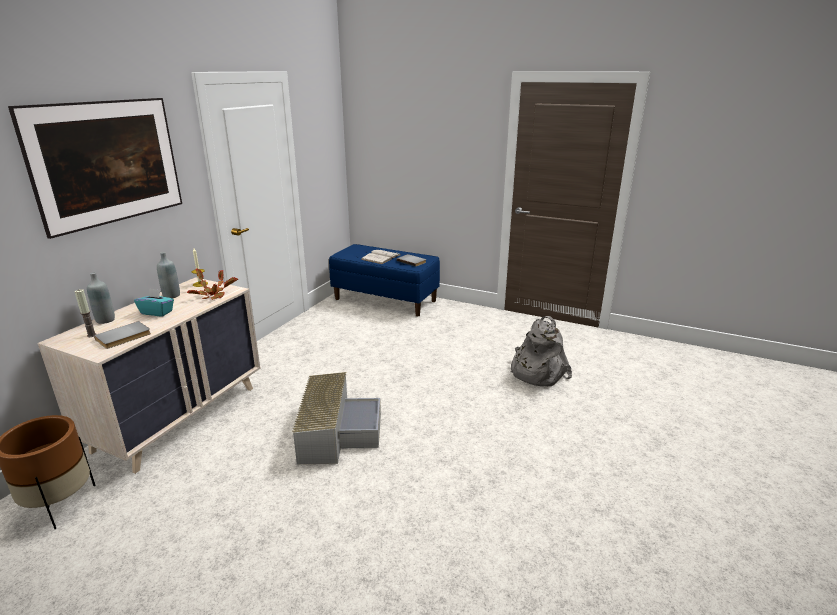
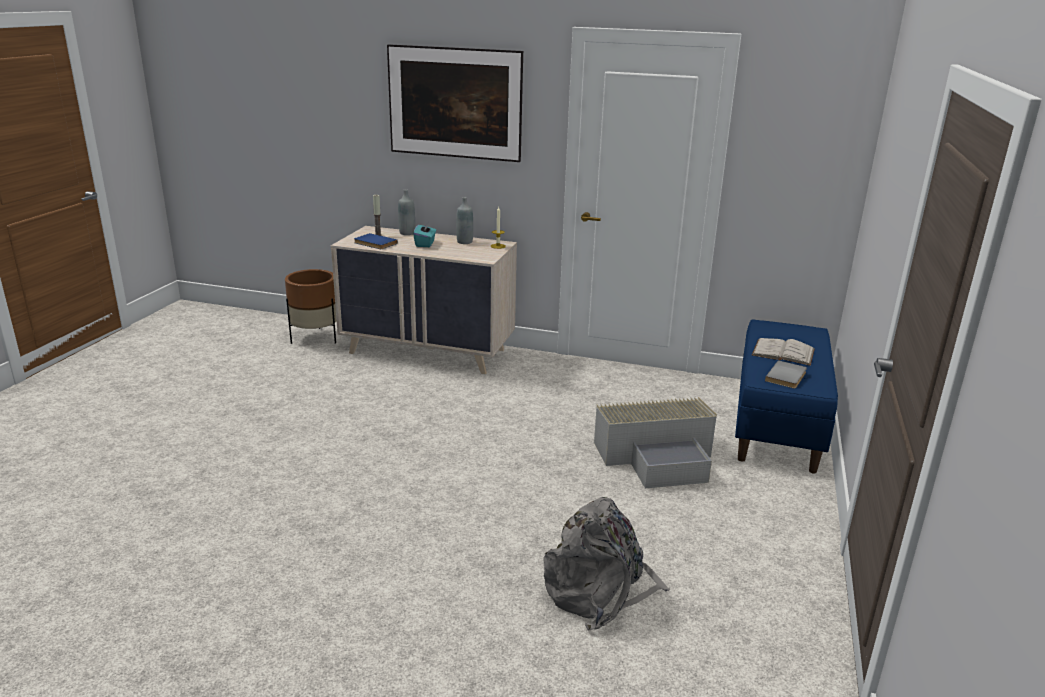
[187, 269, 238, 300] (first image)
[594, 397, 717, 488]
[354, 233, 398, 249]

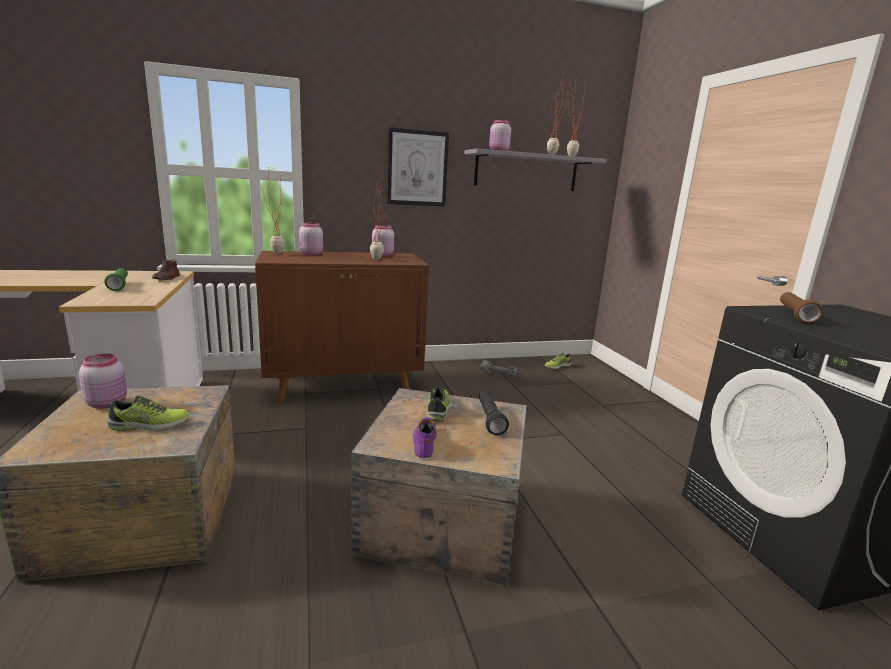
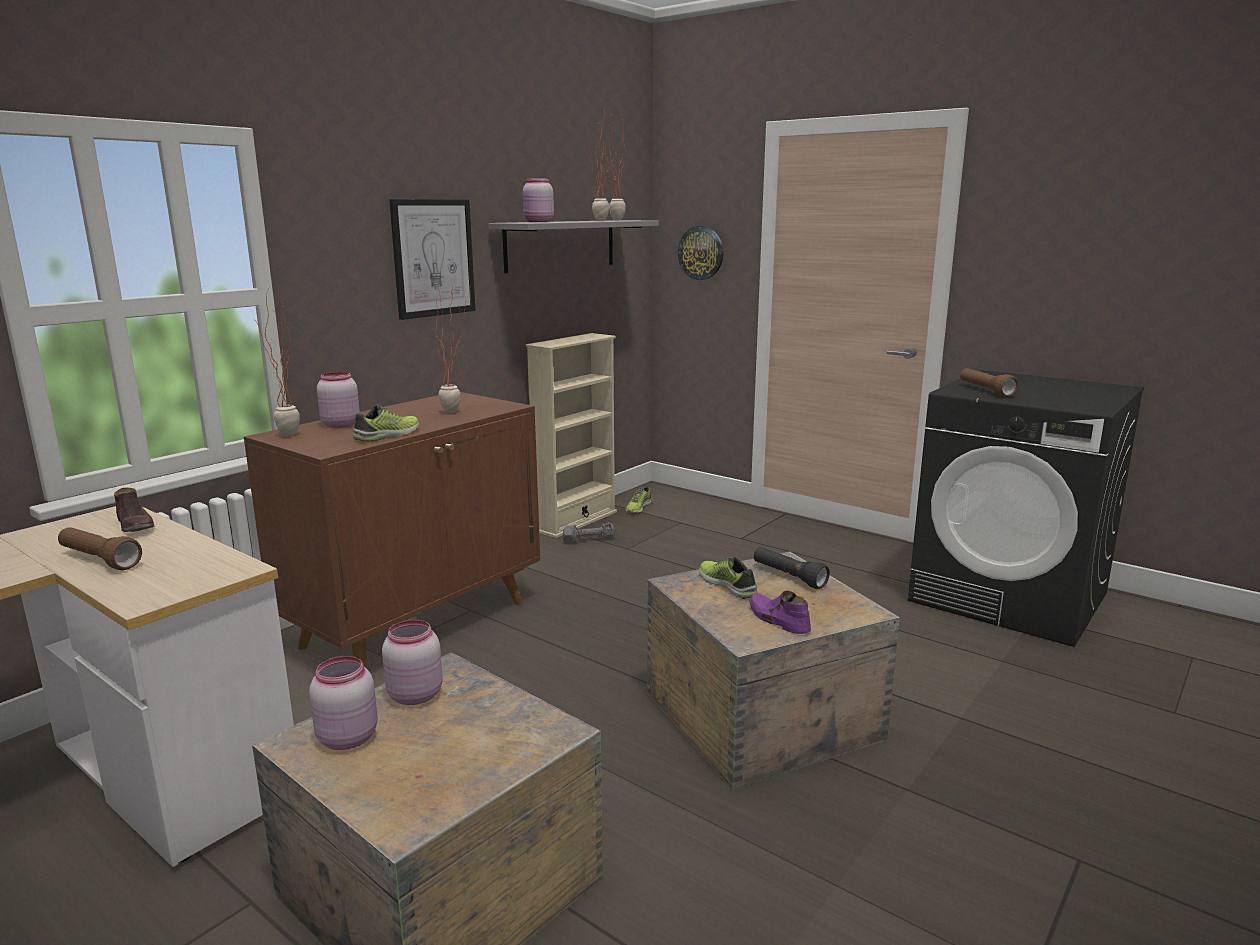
[526, 333, 617, 538]
[678, 226, 724, 280]
[353, 405, 419, 441]
[382, 619, 443, 705]
[58, 527, 142, 570]

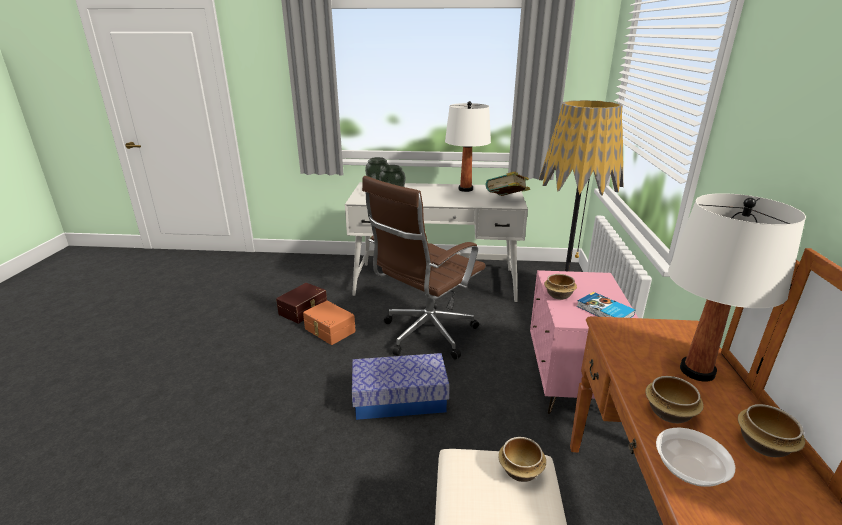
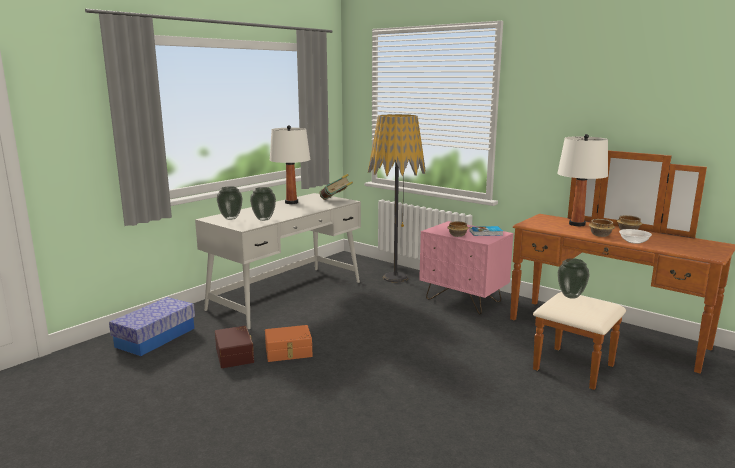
[362, 176, 486, 360] (first image)
[109, 297, 195, 356]
[558, 258, 590, 299]

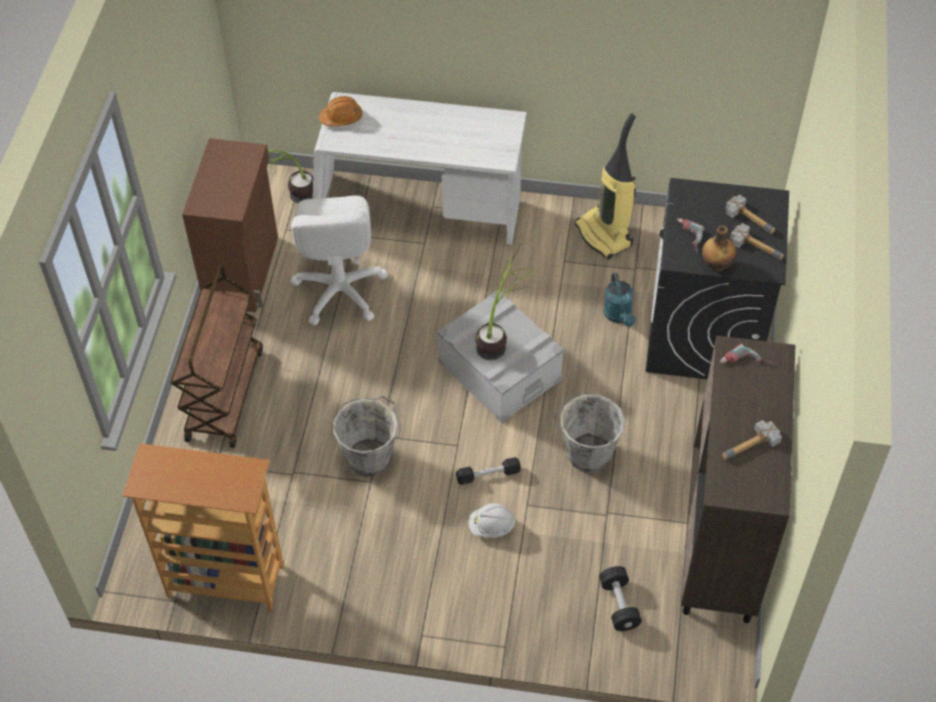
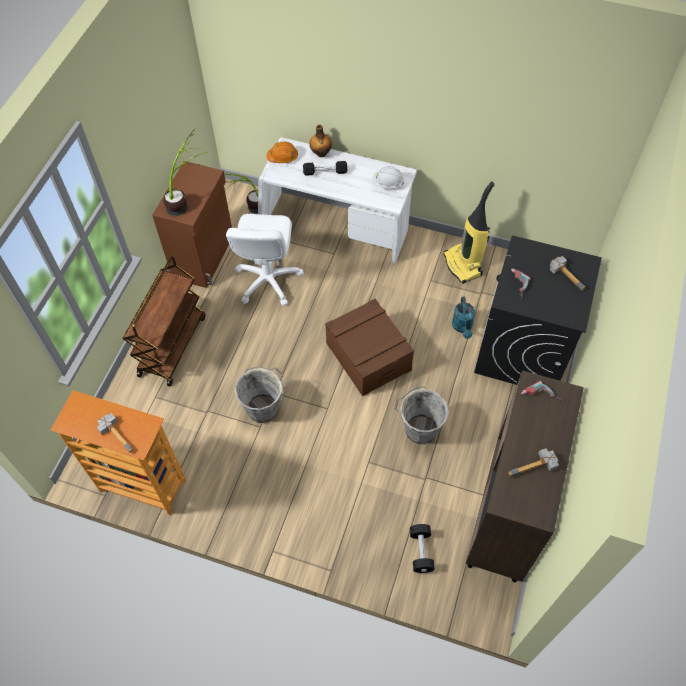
[303, 161, 347, 176]
[372, 166, 404, 189]
[163, 128, 208, 216]
[309, 125, 332, 157]
[96, 413, 133, 453]
[325, 299, 414, 396]

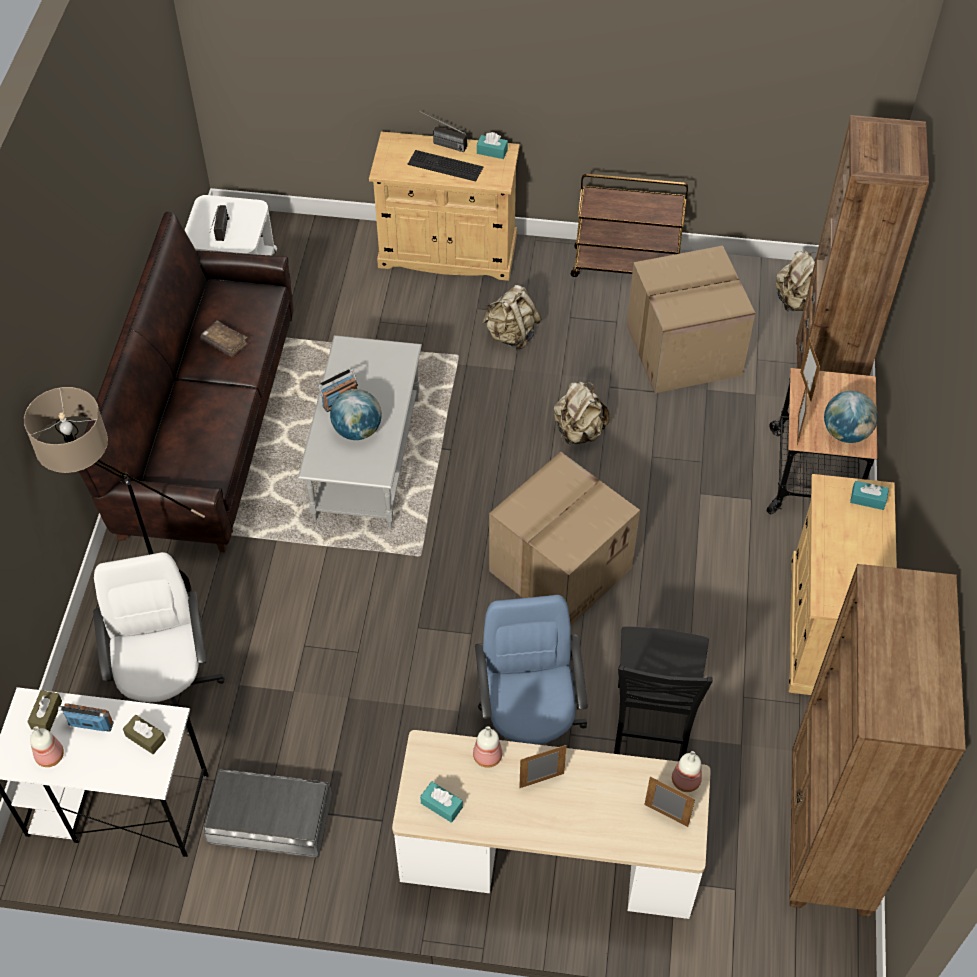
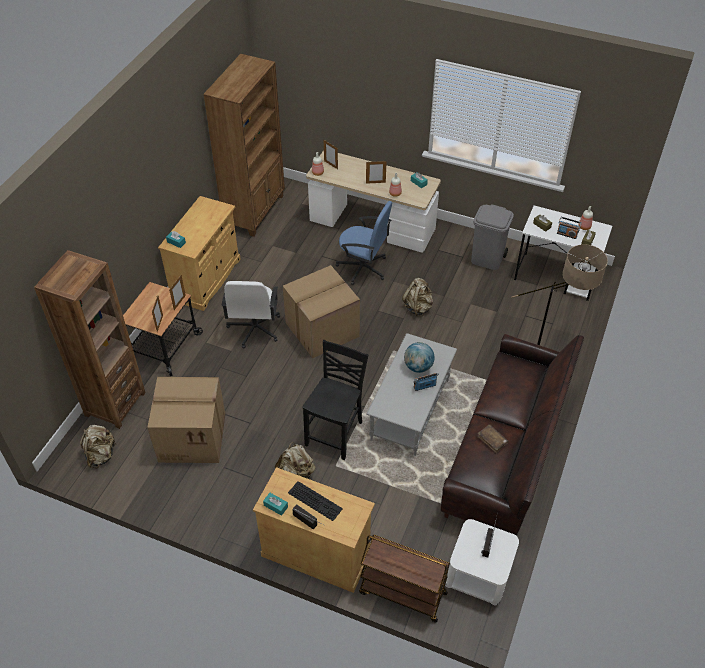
[824, 391, 878, 443] (first image)
[222, 281, 280, 349]
[402, 278, 433, 316]
[359, 535, 450, 622]
[302, 340, 368, 460]
[471, 204, 514, 270]
[336, 201, 392, 285]

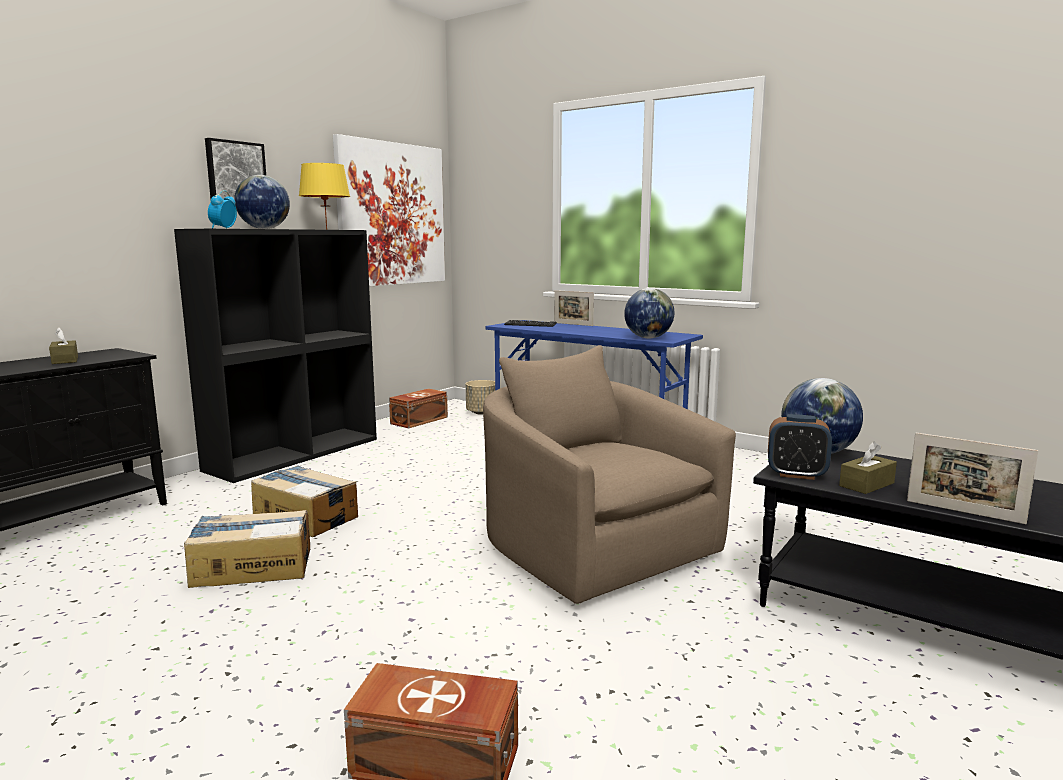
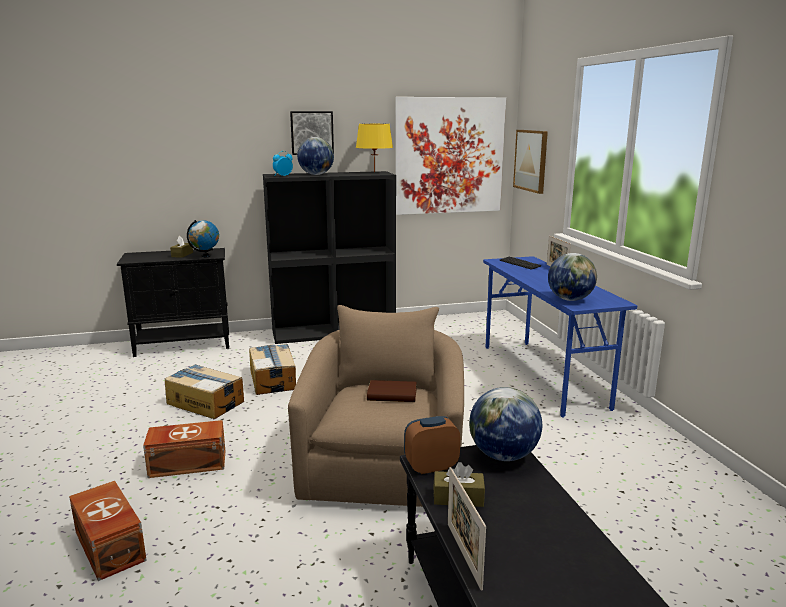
[466, 380, 495, 415] (first image)
[187, 220, 219, 258]
[367, 380, 417, 402]
[513, 130, 548, 194]
[143, 420, 225, 478]
[404, 416, 460, 474]

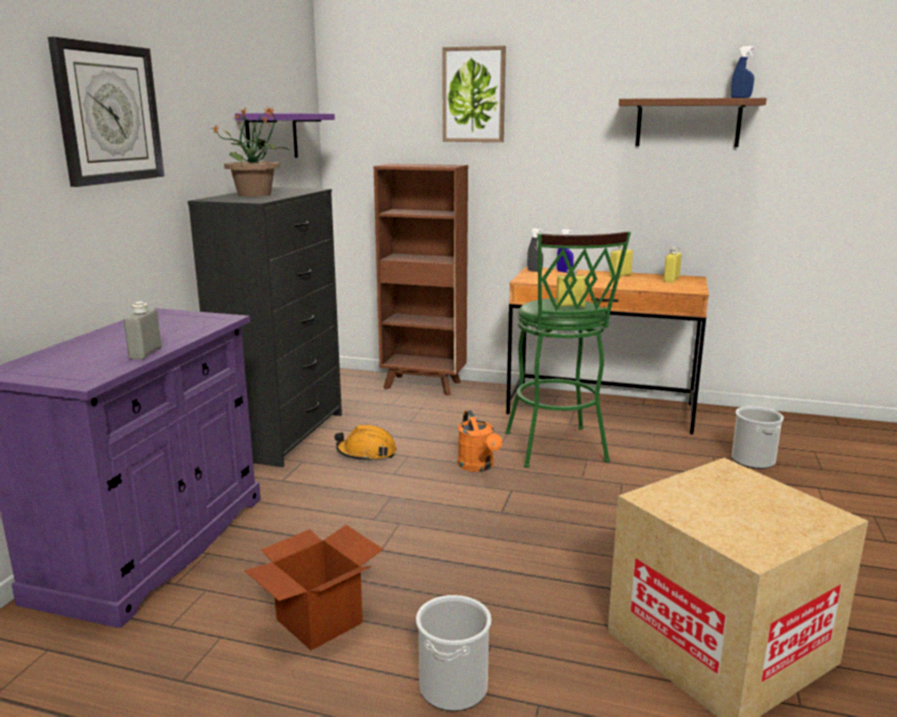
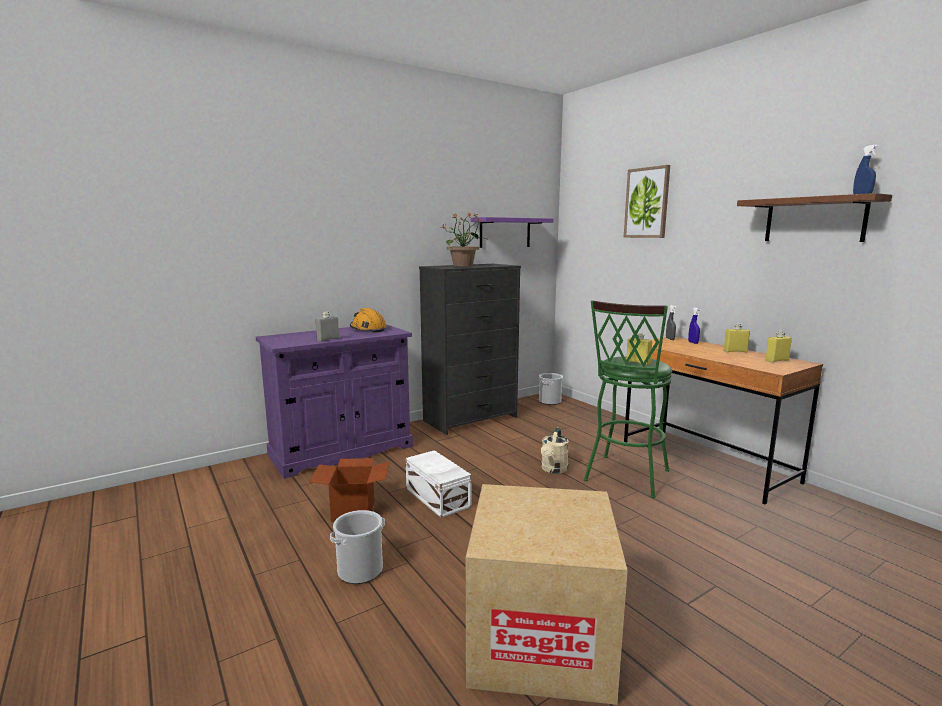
[48, 37, 164, 187] (first image)
[374, 164, 468, 396] (first image)
[406, 450, 471, 518]
[350, 308, 387, 333]
[539, 373, 563, 405]
[541, 428, 569, 474]

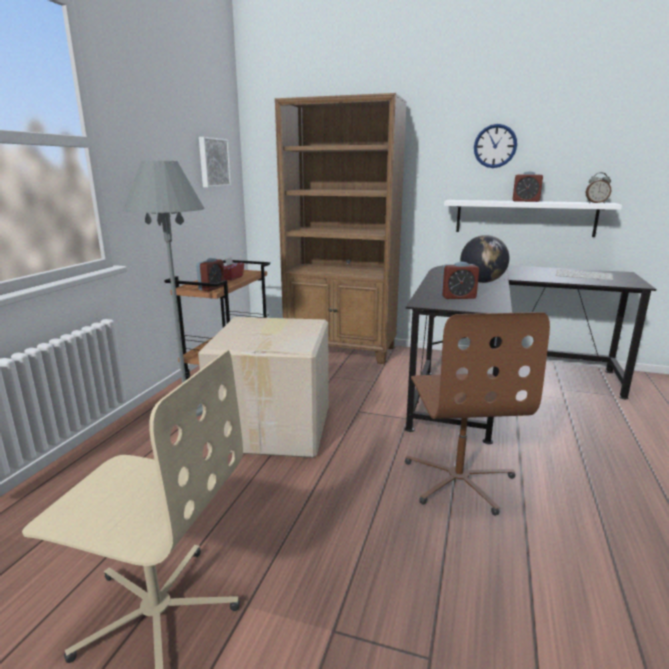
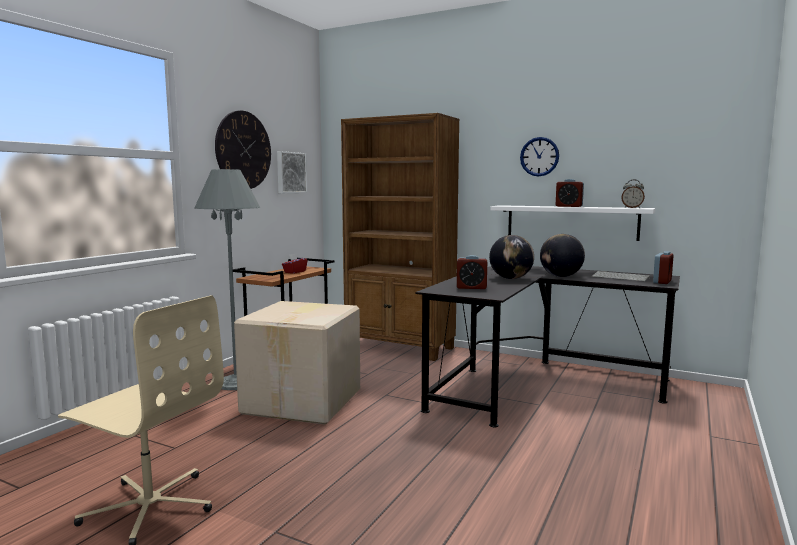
[405, 312, 550, 516] (first image)
[215, 111, 271, 189]
[540, 234, 585, 277]
[653, 251, 674, 284]

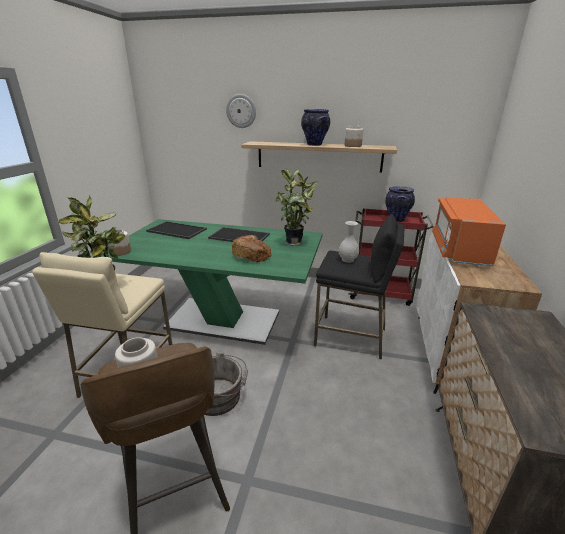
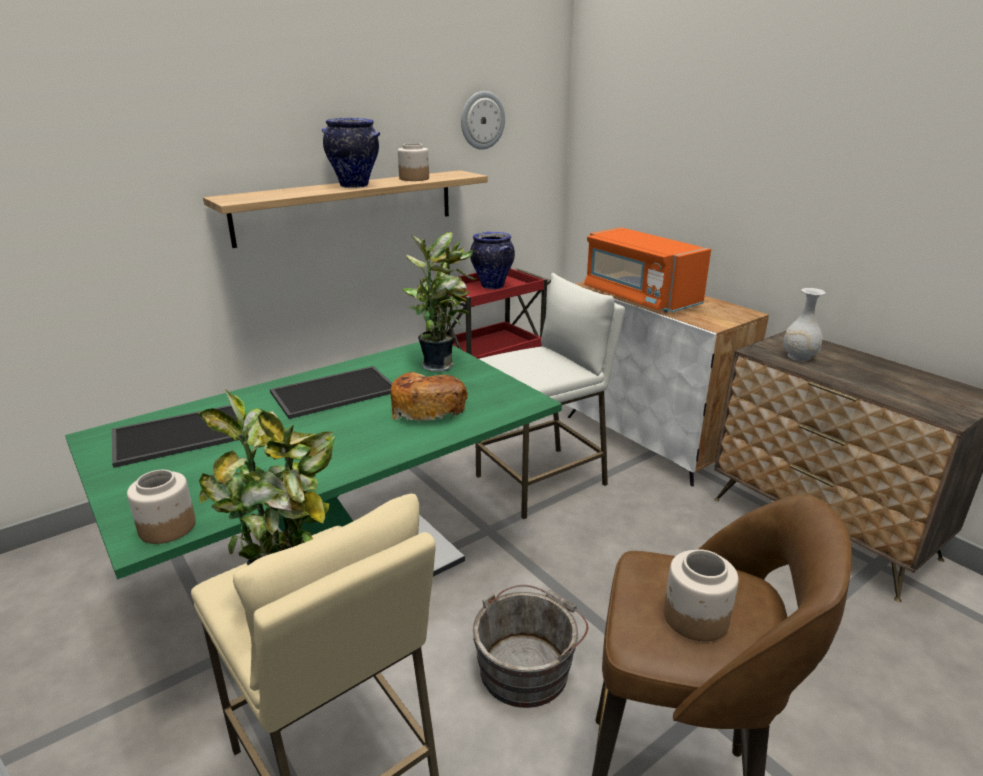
[461, 91, 505, 150]
[783, 288, 826, 361]
[476, 273, 625, 519]

